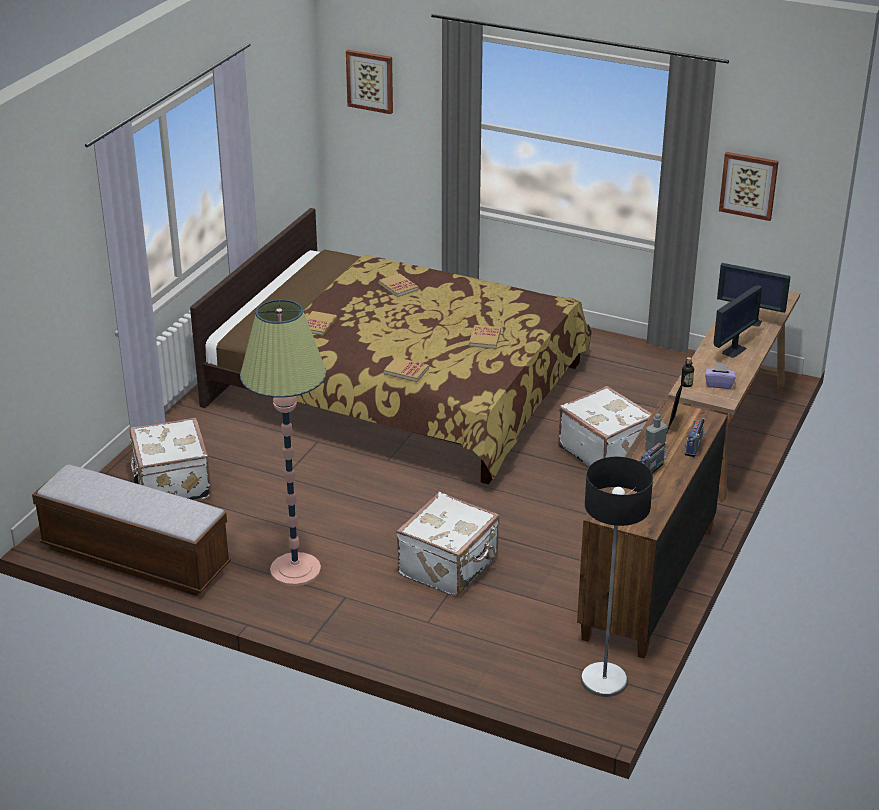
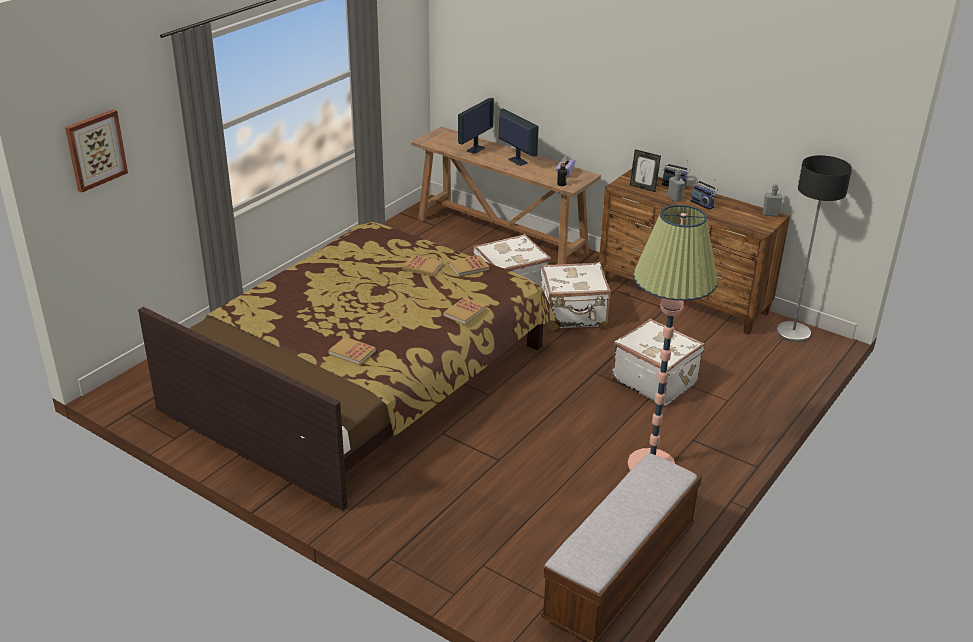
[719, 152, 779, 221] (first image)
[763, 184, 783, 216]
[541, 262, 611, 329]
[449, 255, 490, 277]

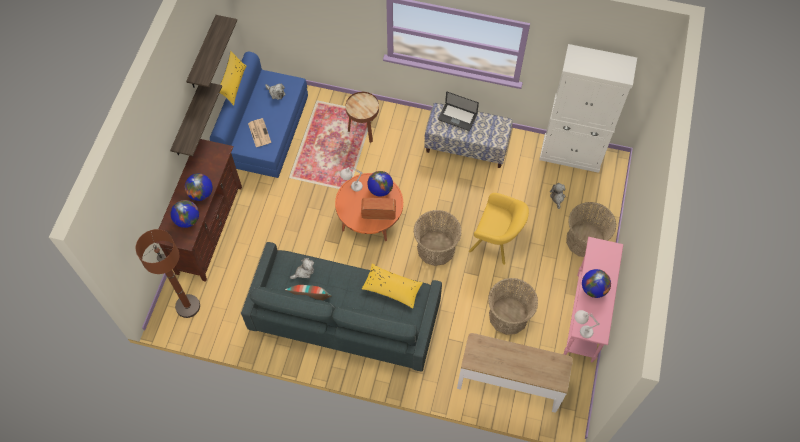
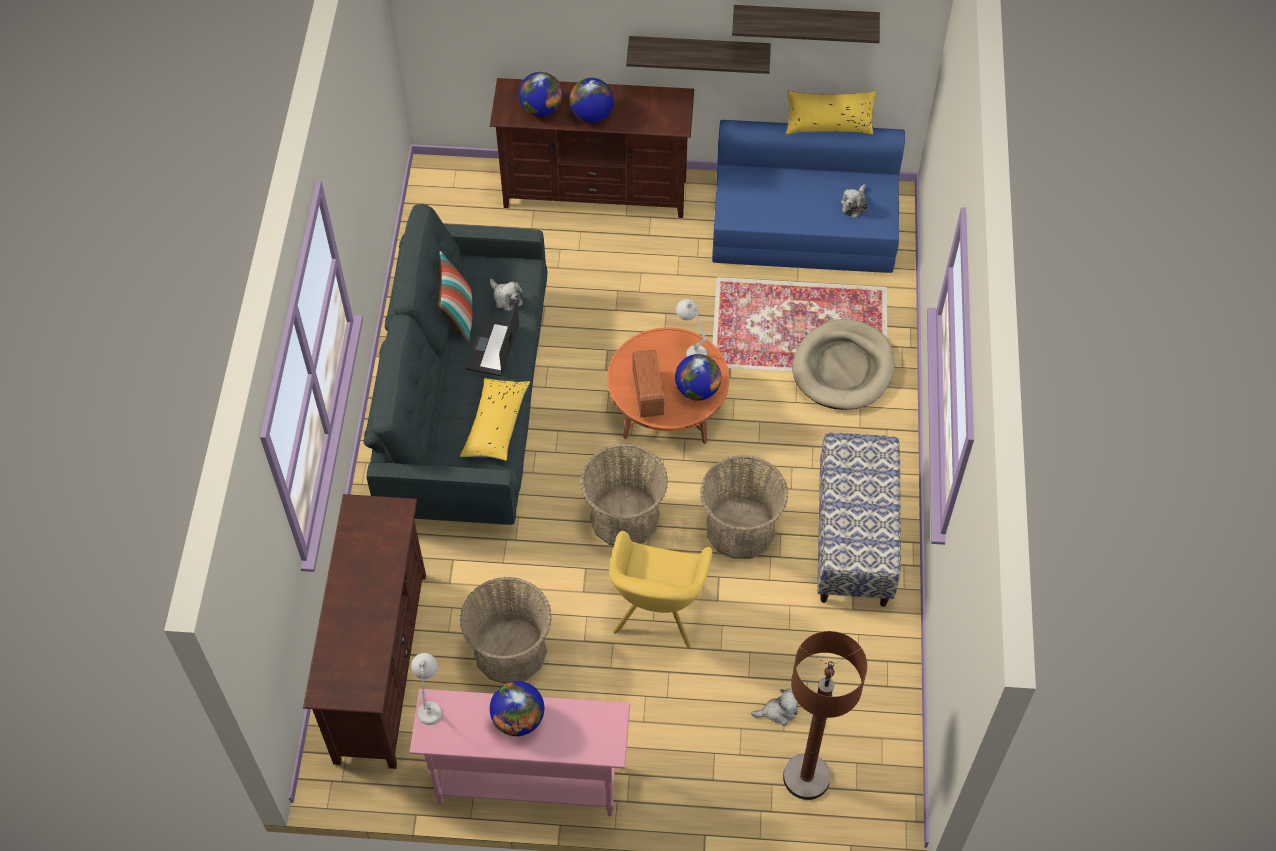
[248, 118, 271, 147] (first image)
[539, 44, 637, 173] (first image)
[783, 631, 867, 800]
[465, 302, 519, 376]
[700, 455, 788, 559]
[792, 319, 895, 410]
[303, 494, 426, 769]

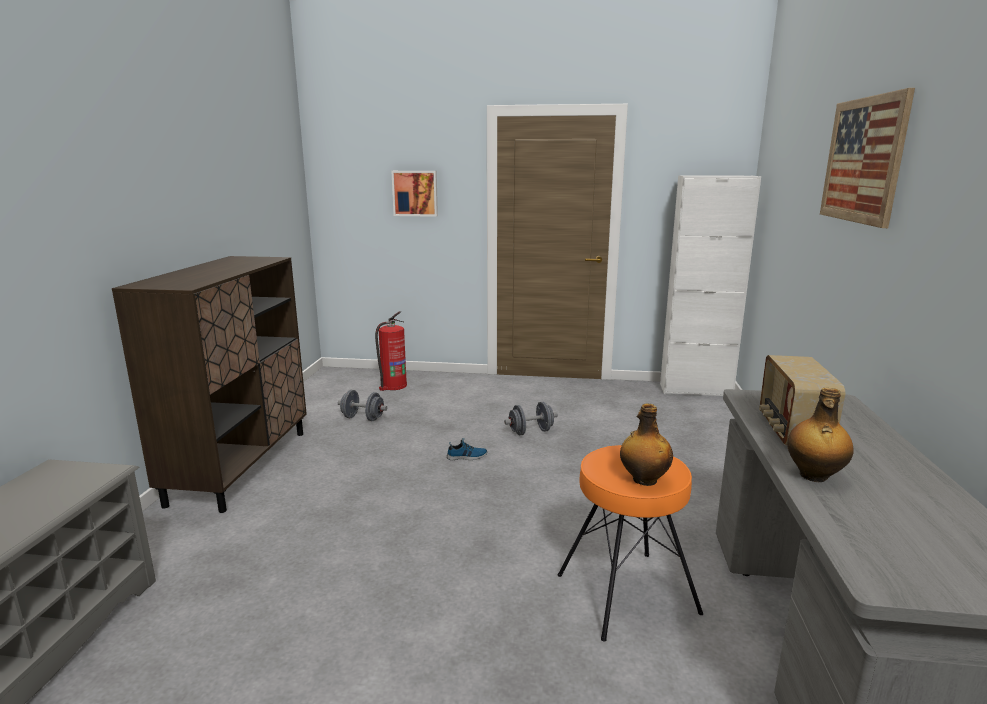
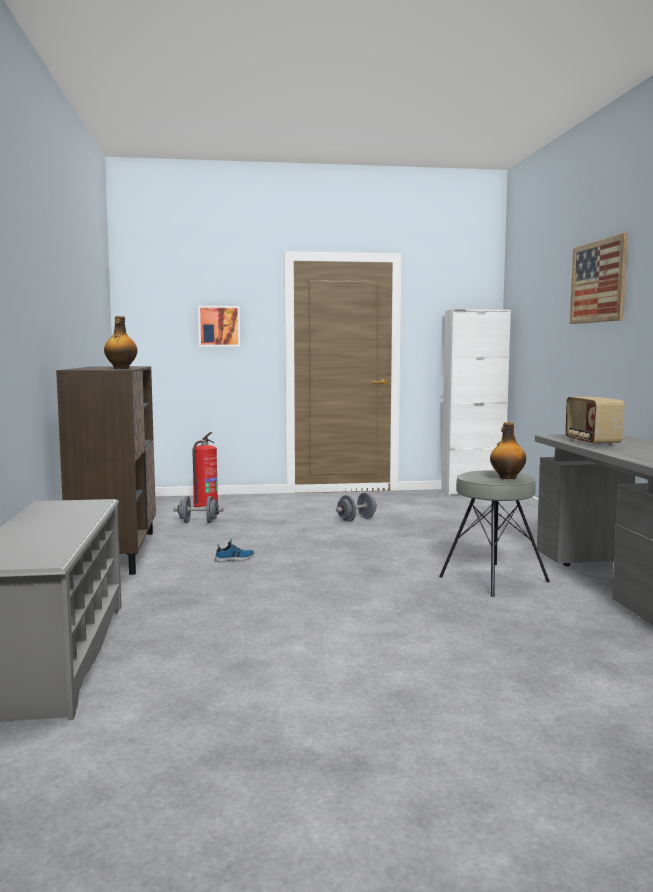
[215, 539, 254, 562]
[104, 316, 138, 369]
[439, 471, 550, 597]

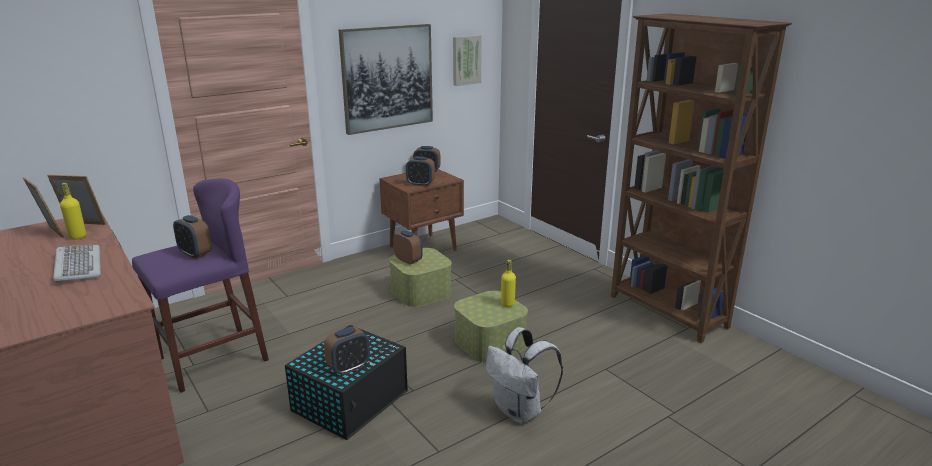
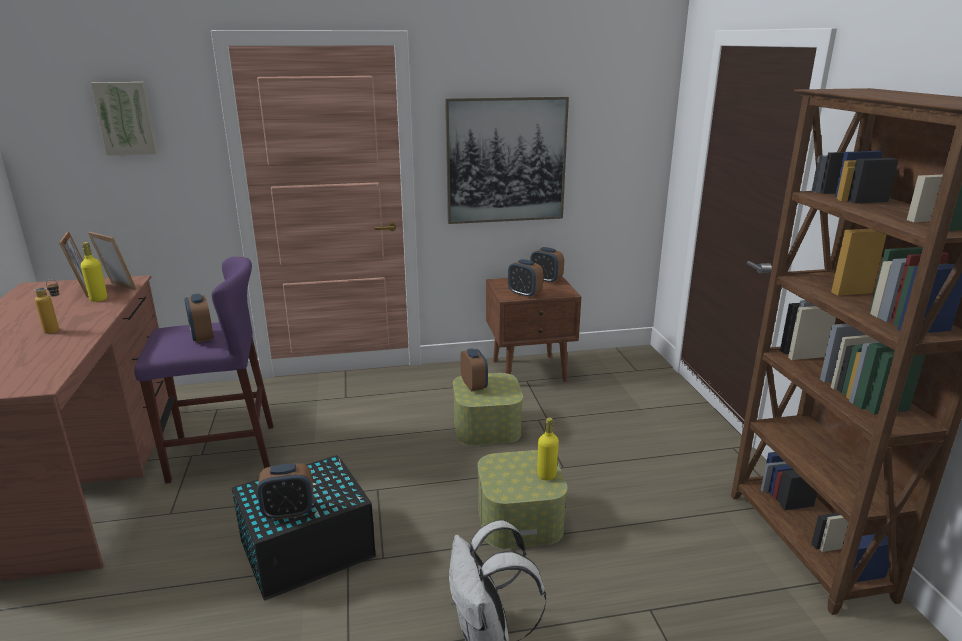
[91, 82, 158, 156]
[34, 279, 59, 334]

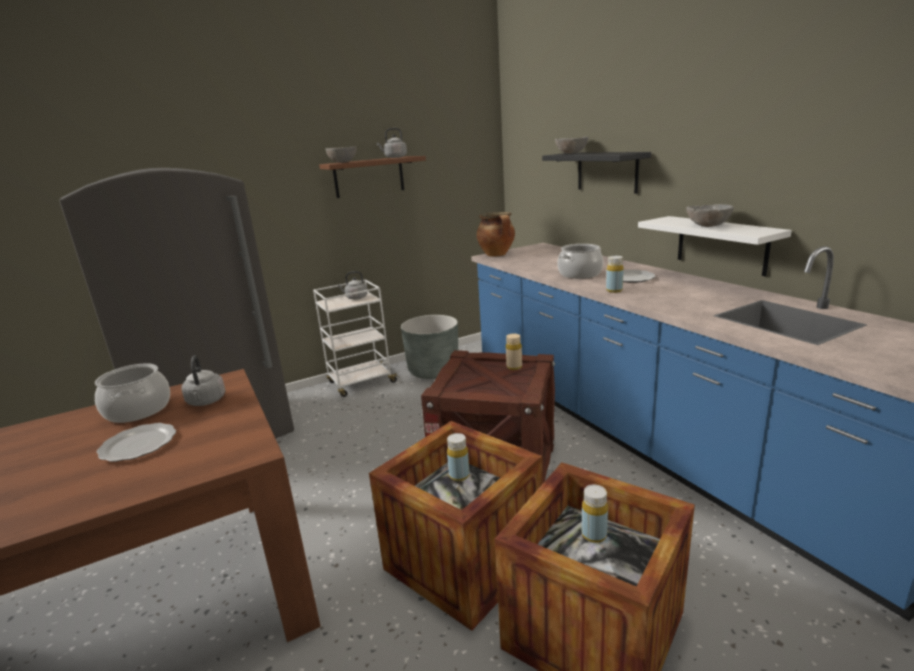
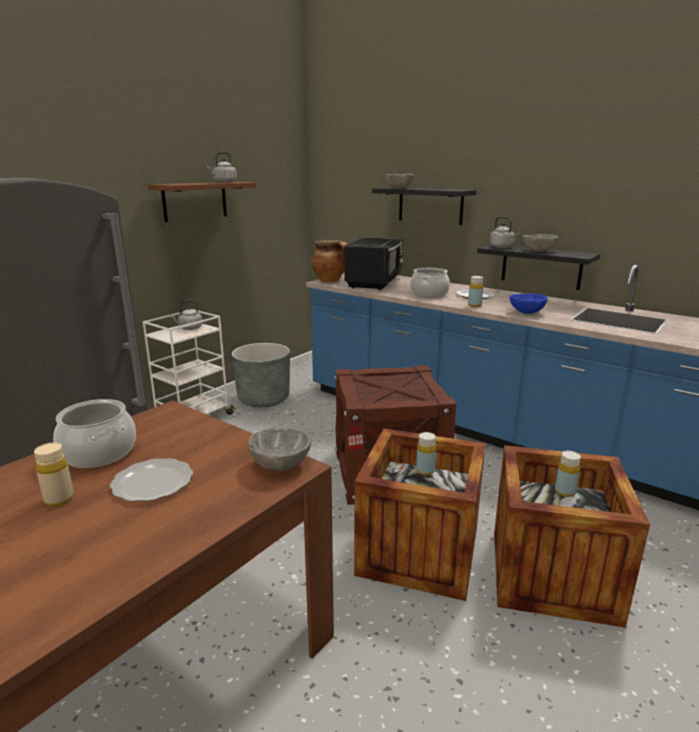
[344, 238, 403, 290]
[509, 293, 548, 314]
[490, 216, 520, 248]
[249, 428, 311, 471]
[34, 442, 74, 507]
[477, 245, 600, 290]

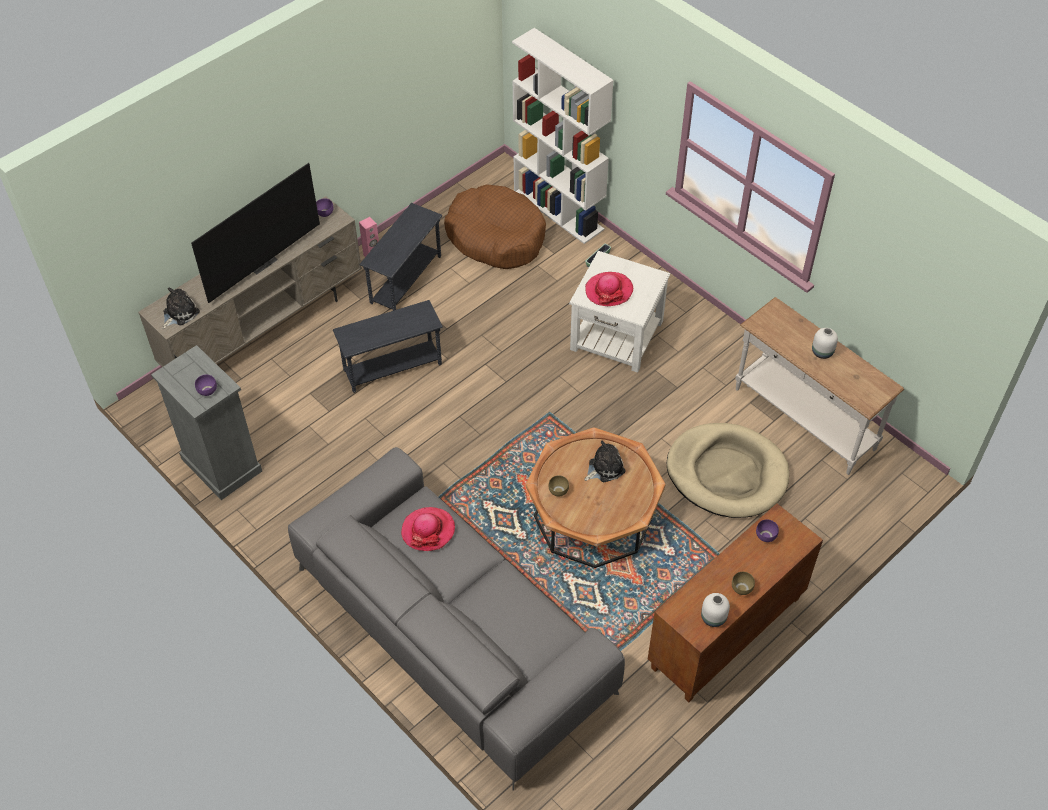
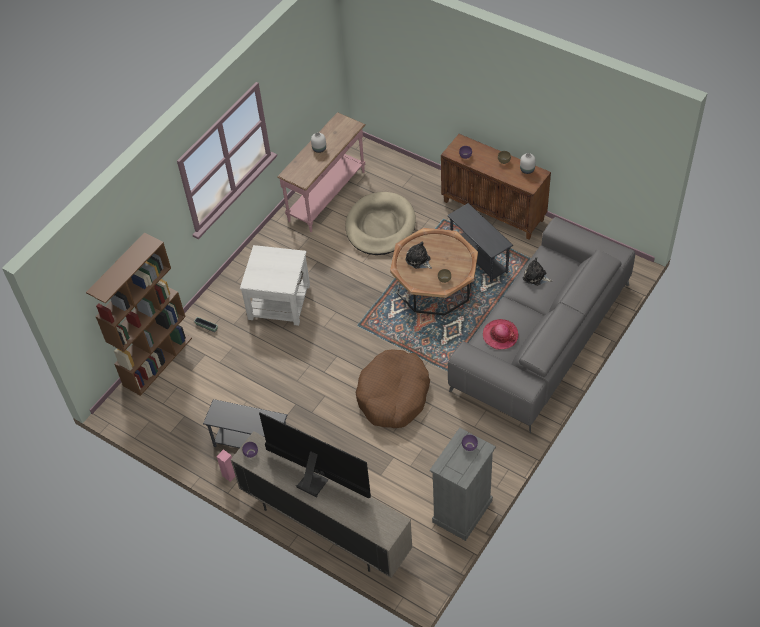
[585, 272, 633, 306] (first image)
[523, 257, 552, 286]
[447, 203, 513, 283]
[356, 349, 430, 428]
[86, 232, 192, 396]
[277, 112, 366, 232]

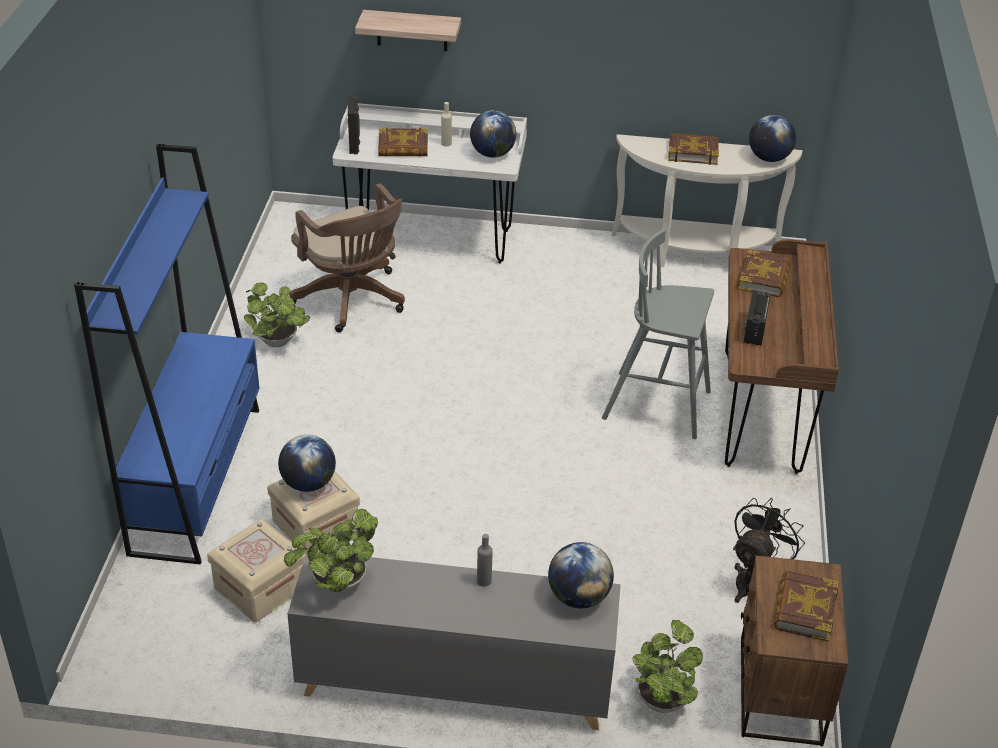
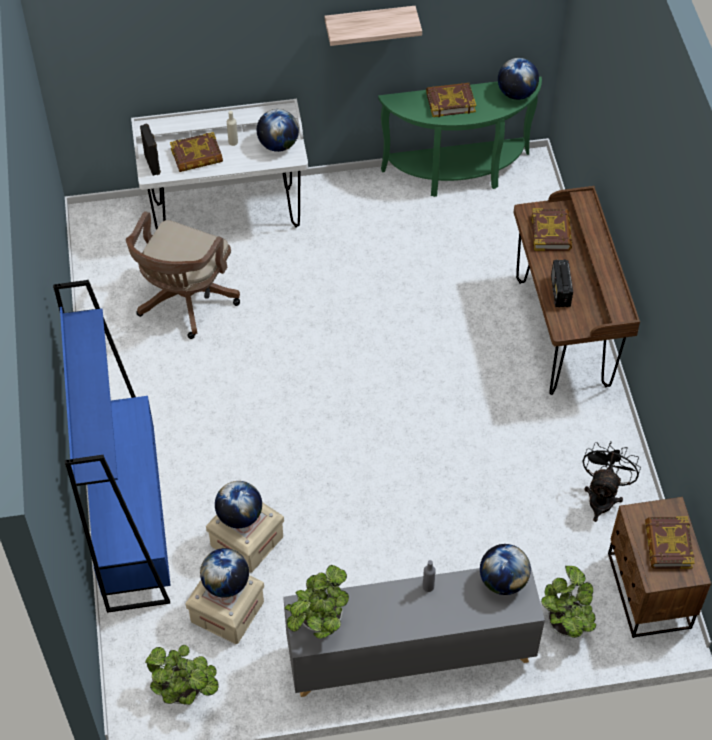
[602, 229, 714, 439] (first image)
[200, 548, 249, 598]
[145, 645, 219, 705]
[325, 6, 422, 46]
[378, 76, 542, 197]
[126, 211, 240, 339]

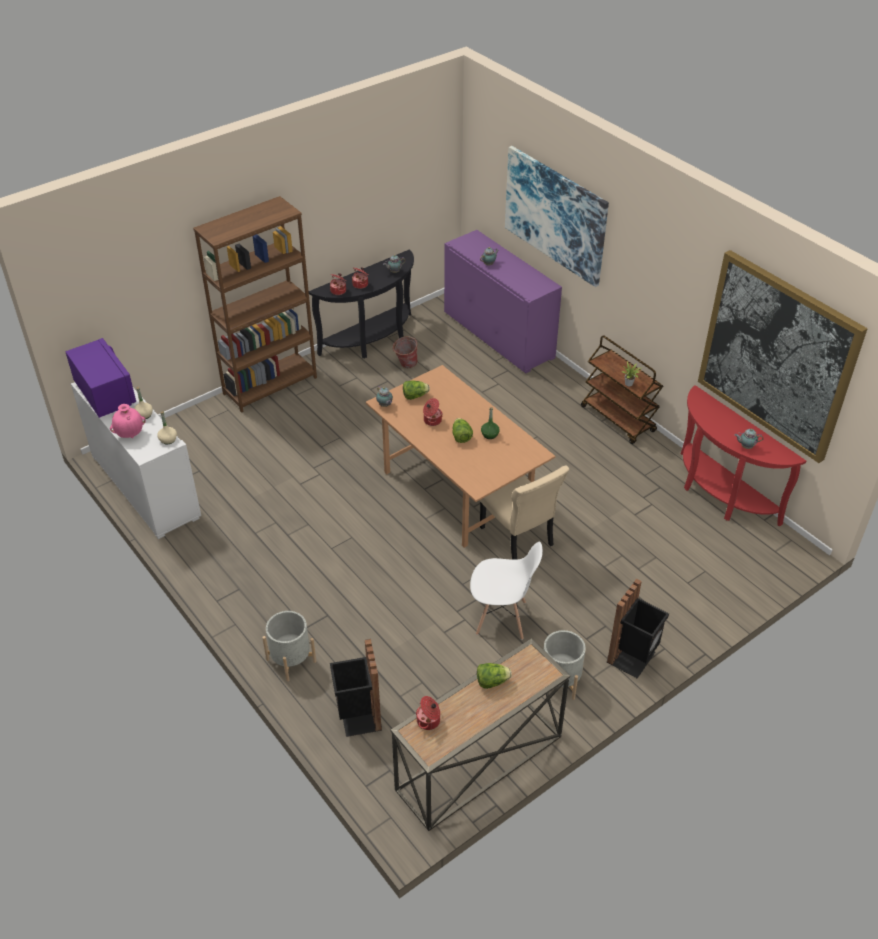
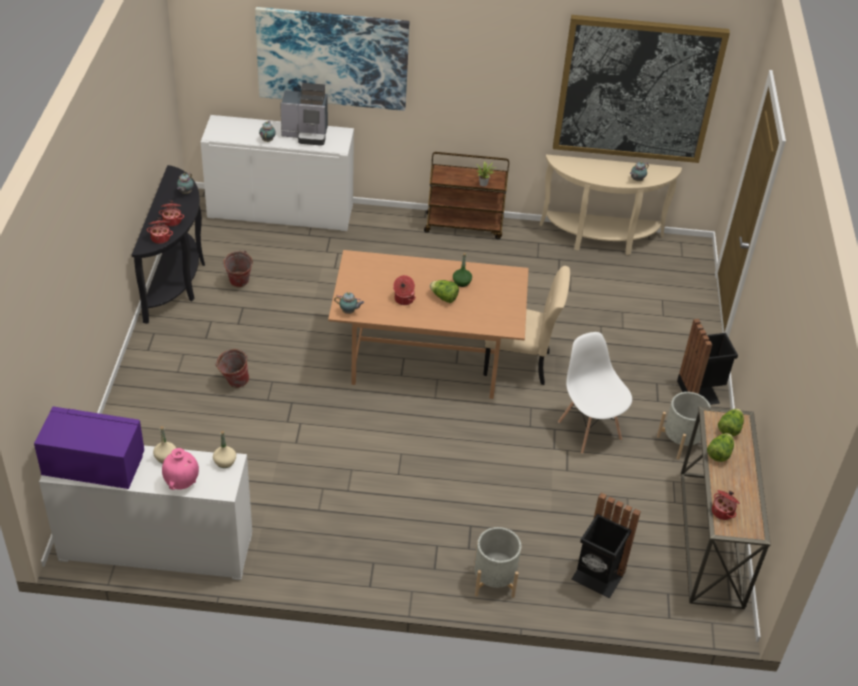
[193, 196, 317, 413] (first image)
[215, 349, 249, 388]
[280, 83, 328, 146]
[718, 409, 744, 436]
[201, 115, 354, 231]
[540, 154, 682, 255]
[558, 332, 632, 454]

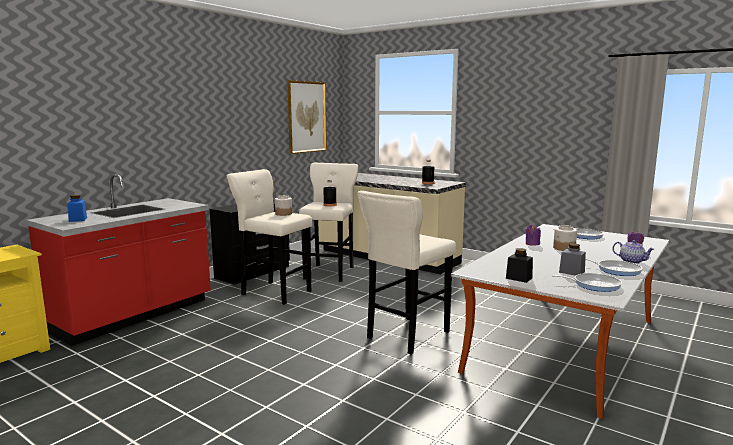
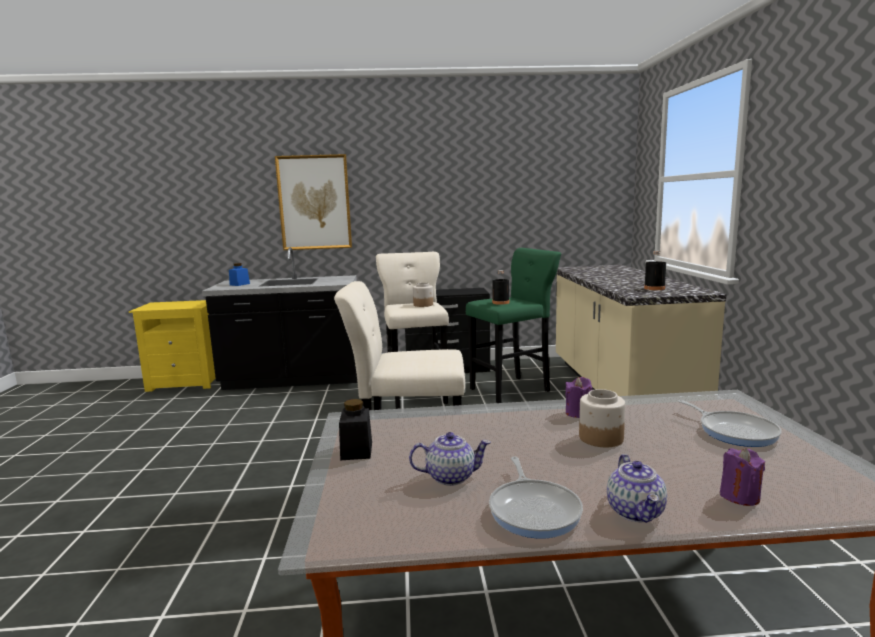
[552, 273, 622, 292] (first image)
[275, 154, 352, 250]
[409, 432, 491, 486]
[202, 248, 357, 390]
[466, 248, 561, 403]

